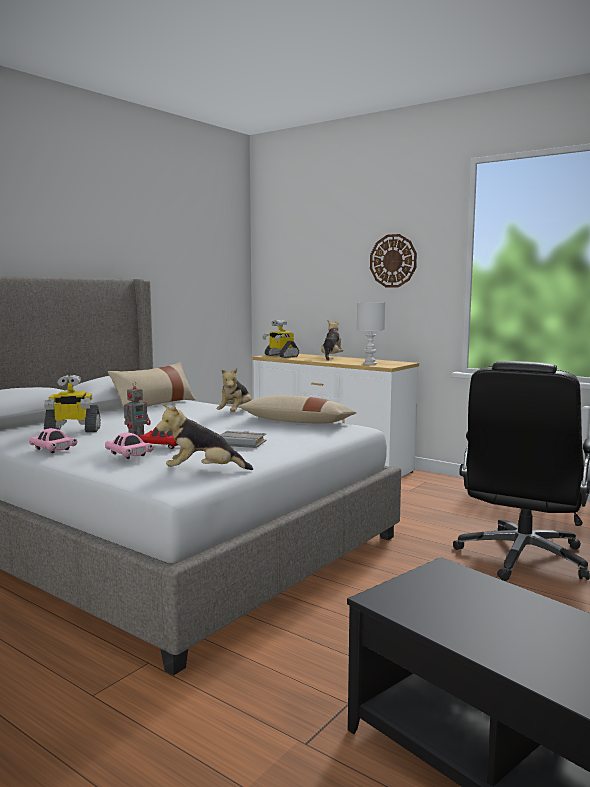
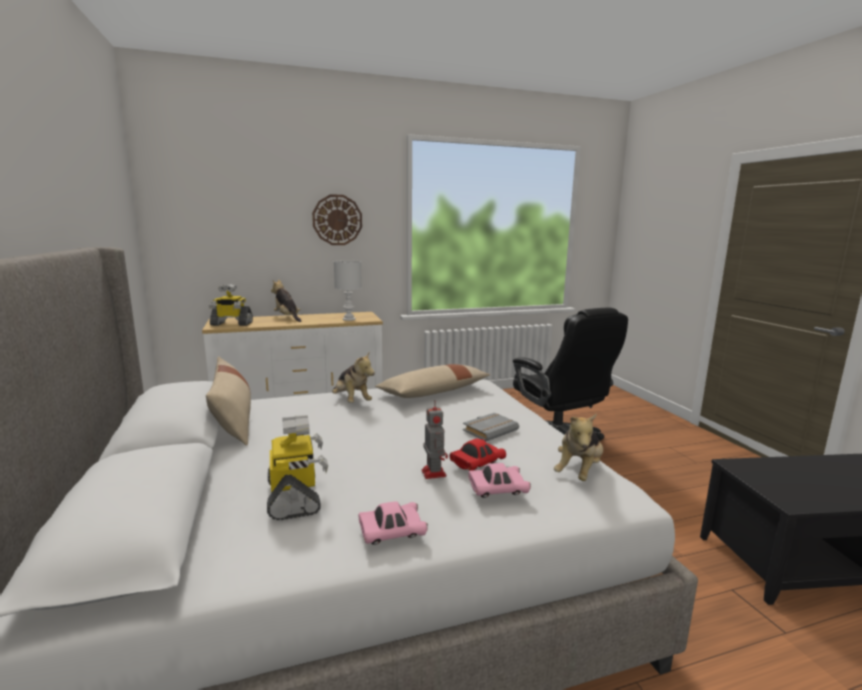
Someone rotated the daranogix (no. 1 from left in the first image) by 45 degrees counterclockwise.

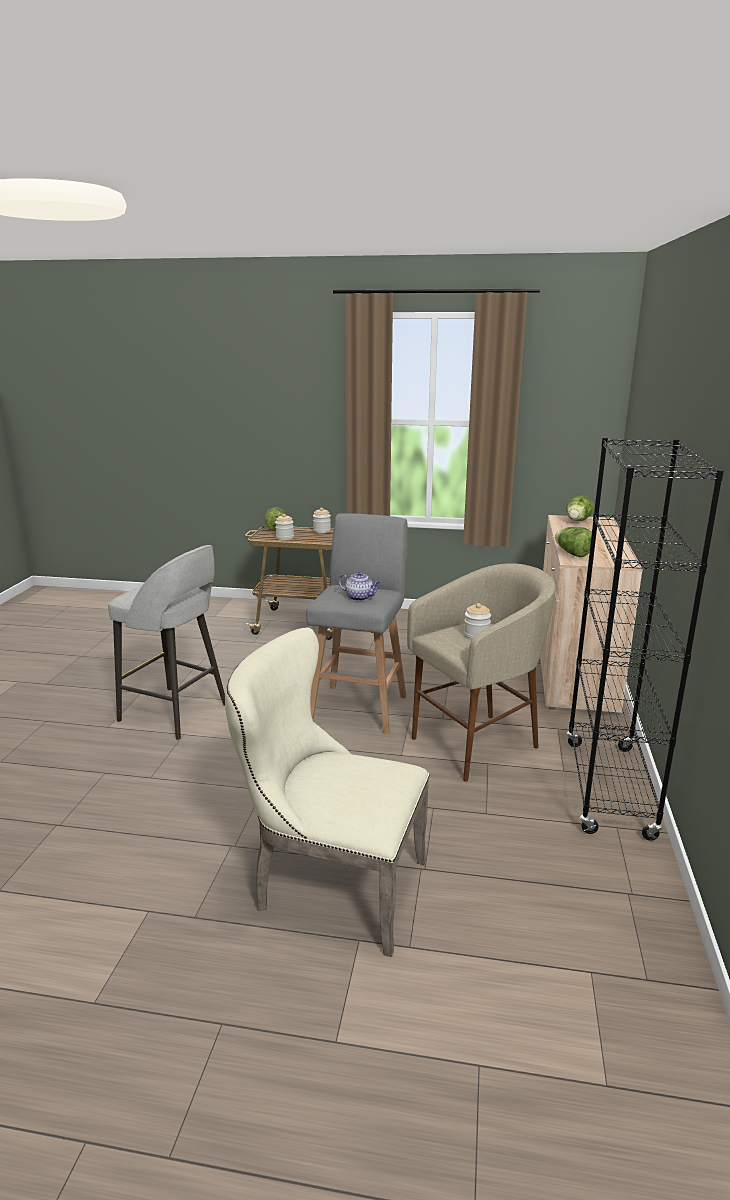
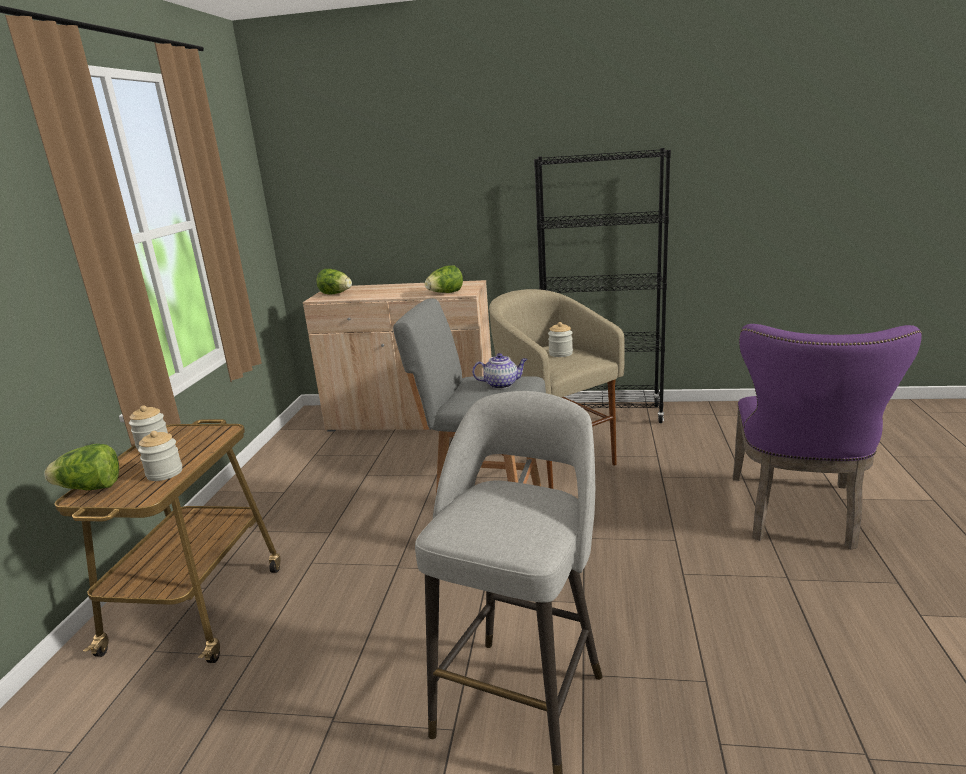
Someone rotated the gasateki by 60 degrees clockwise.
Someone repainted the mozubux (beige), which became the mozubux (purple).

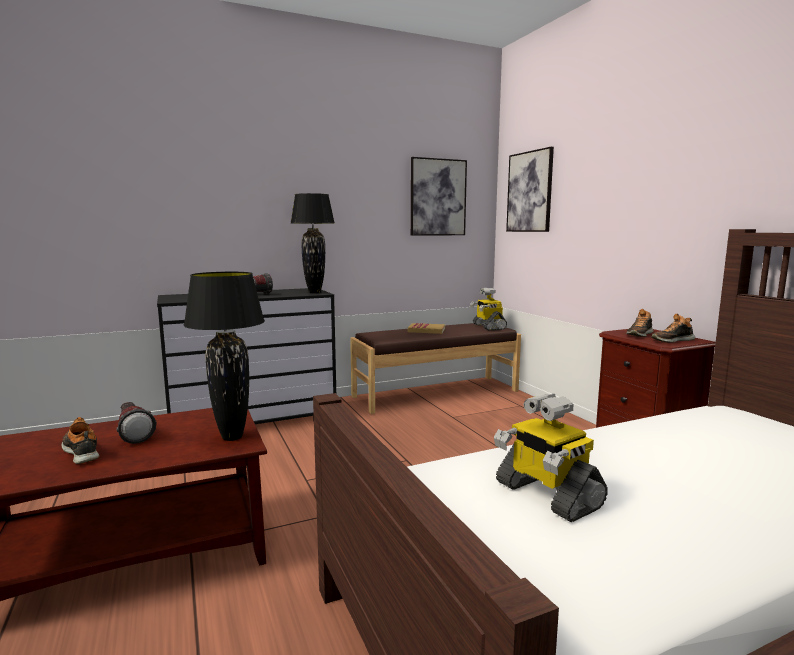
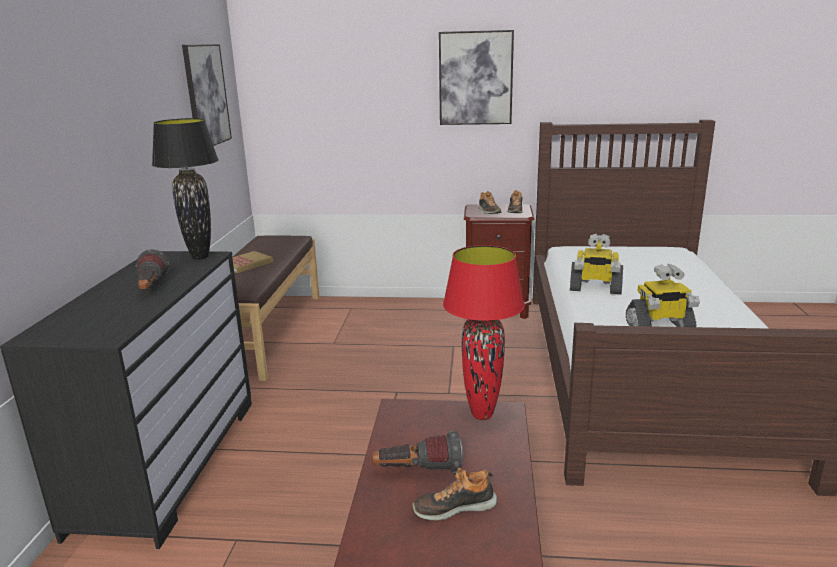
Someone carried the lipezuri (no. 2 from left).
Someone repainted the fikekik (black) (no. 1 from left), which became the fikekik (red).
Someone carried the daranogix (no. 1 from left).

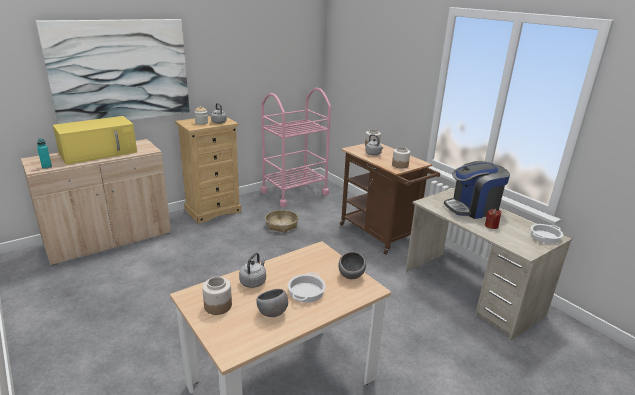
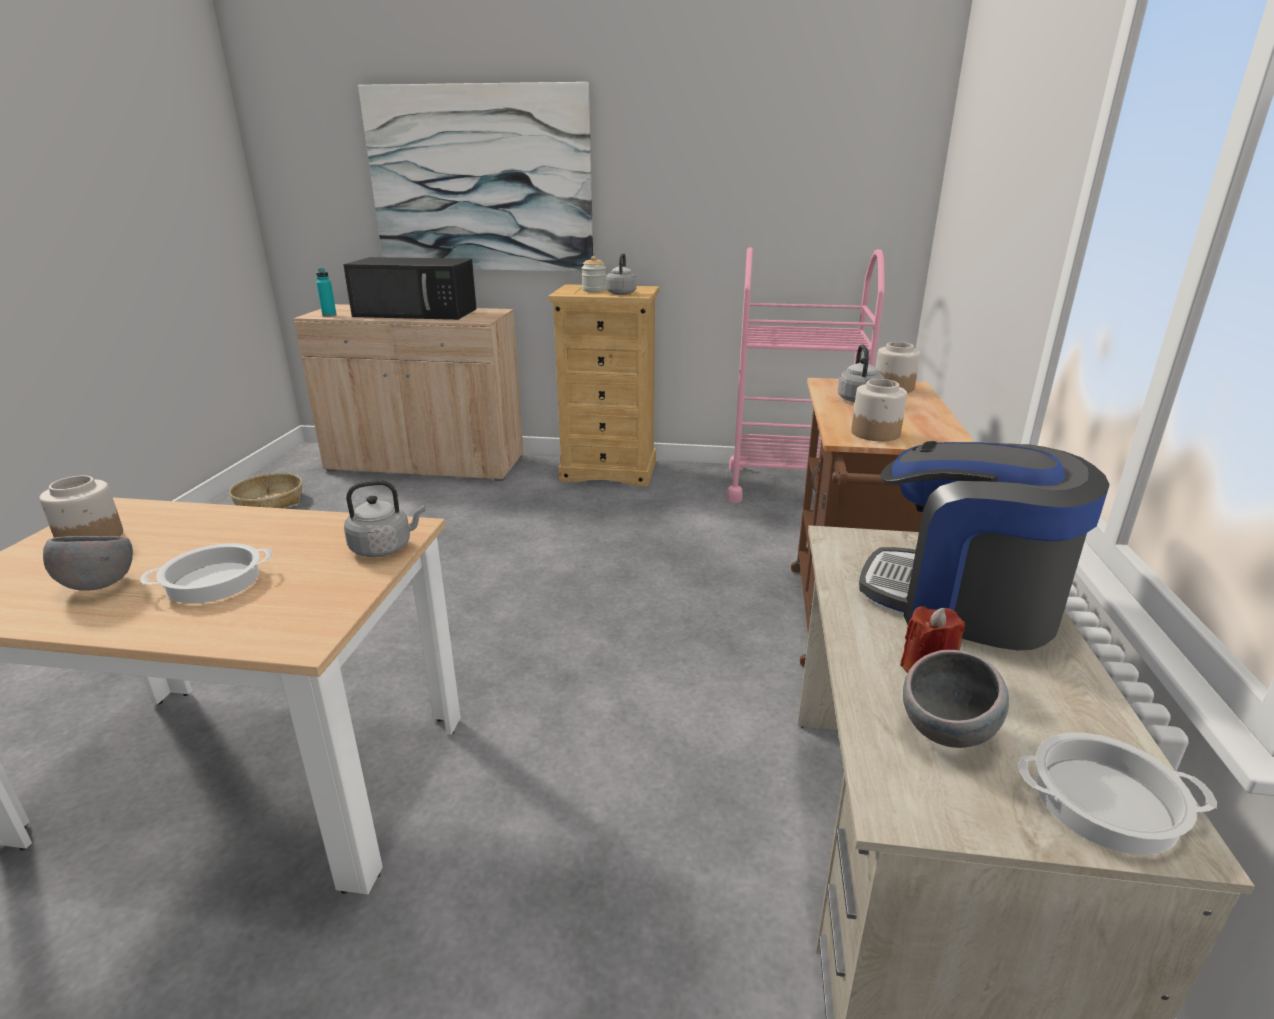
Someone repainted the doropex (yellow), which became the doropex (black).
Someone carried the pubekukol.
Someone carried the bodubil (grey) (no. 2 from left).
Someone carried the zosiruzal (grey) (no. 2 from left in the first image).

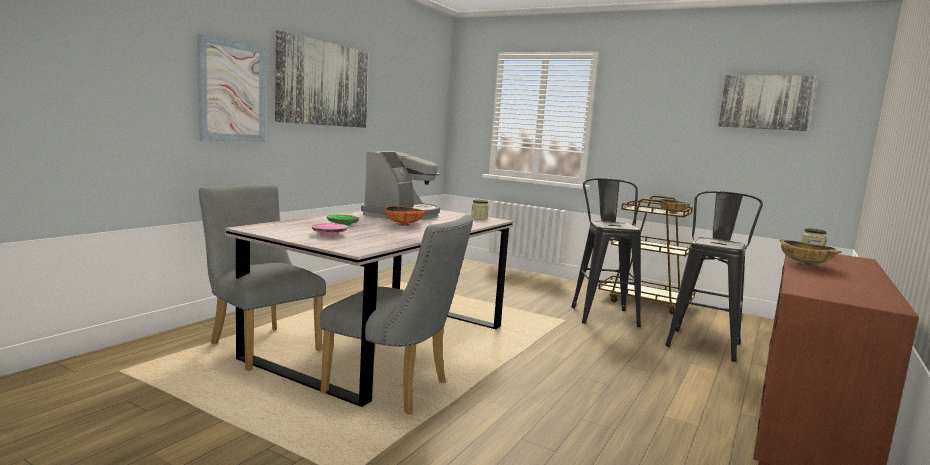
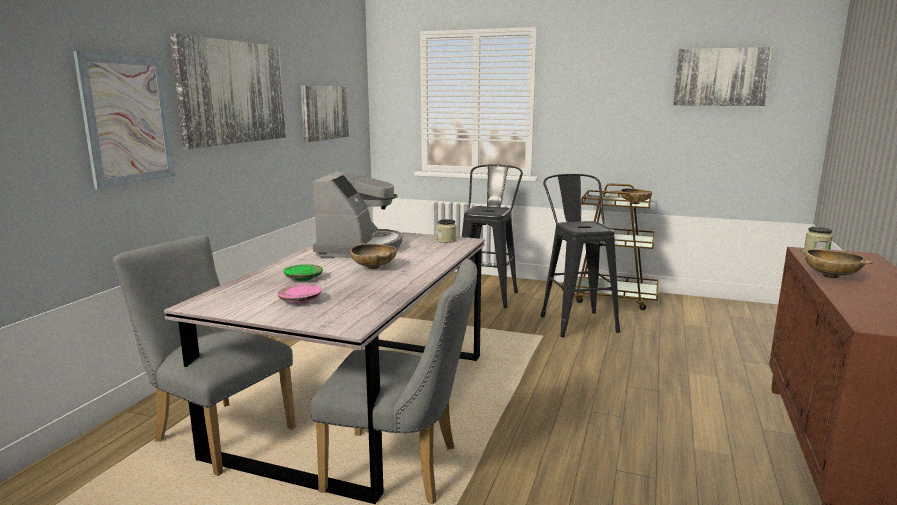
Someone carried the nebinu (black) (no. 2 from left in the first image).
Someone repainted the bodubil (orange), which became the bodubil (beige) (no. 1 from left).
Someone put up the lipezuri (no. 3 from left).

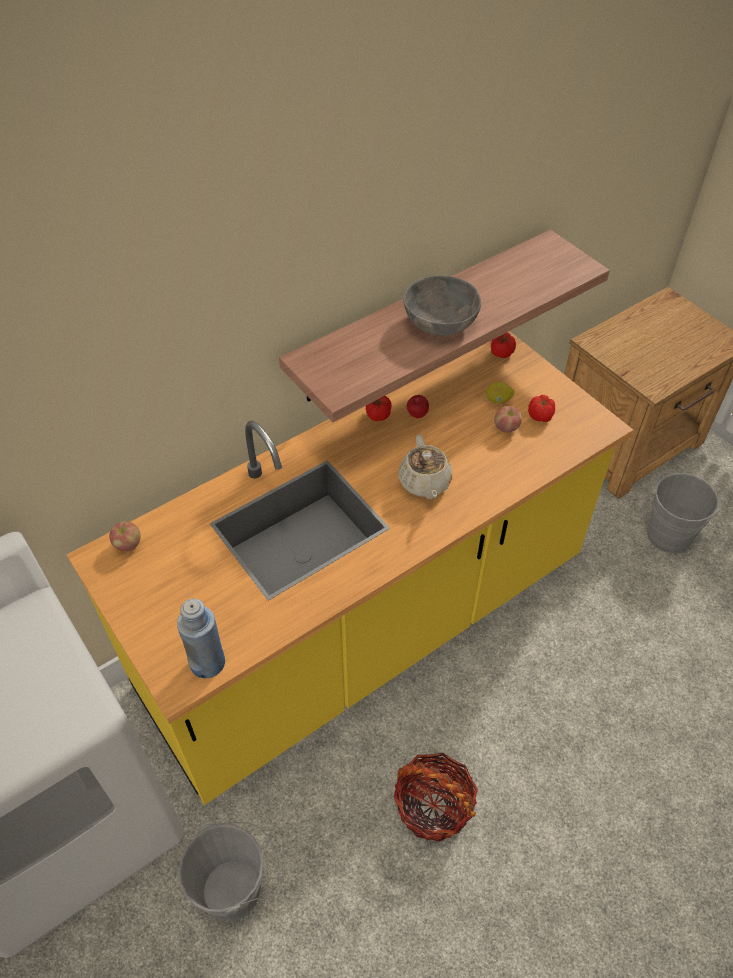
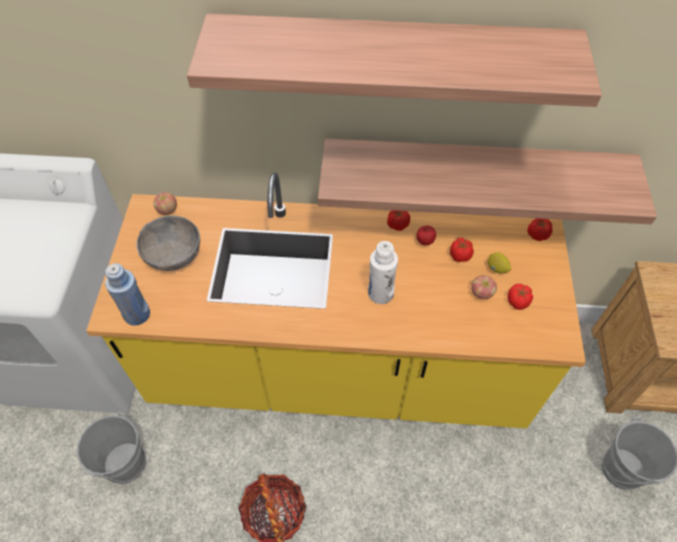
Someone carried the bodubil (grey).
Someone swapped the gasateki (beige) for the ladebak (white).
Someone put up the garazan (no. 1 from left).
Someone put down the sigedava (no. 2 from left).

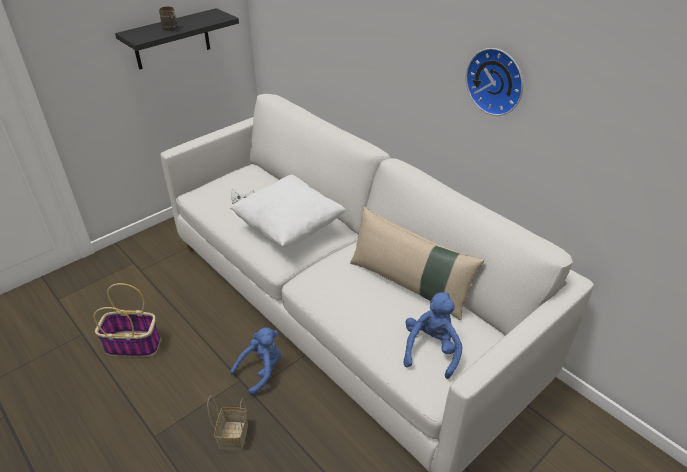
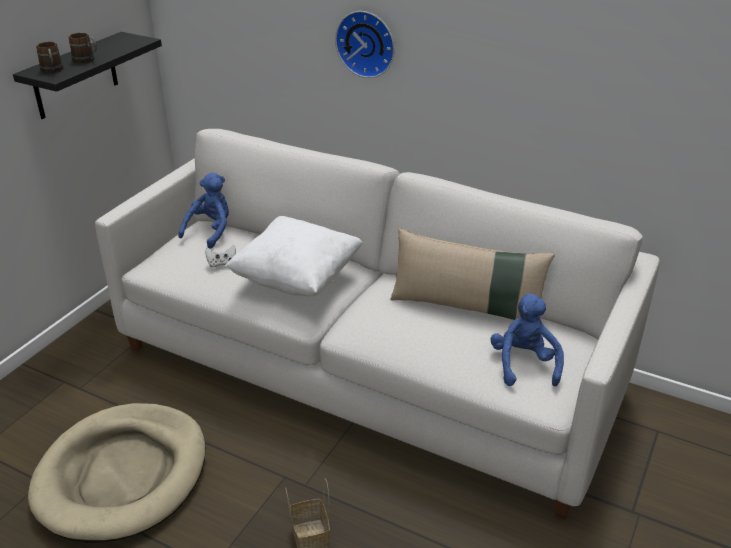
Someone carried the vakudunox.
Someone swapped the pubekukol (no. 1 from left) for the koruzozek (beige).
Someone carried the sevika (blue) (no. 1 from left).
Someone put down the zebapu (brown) (no. 1 from left).

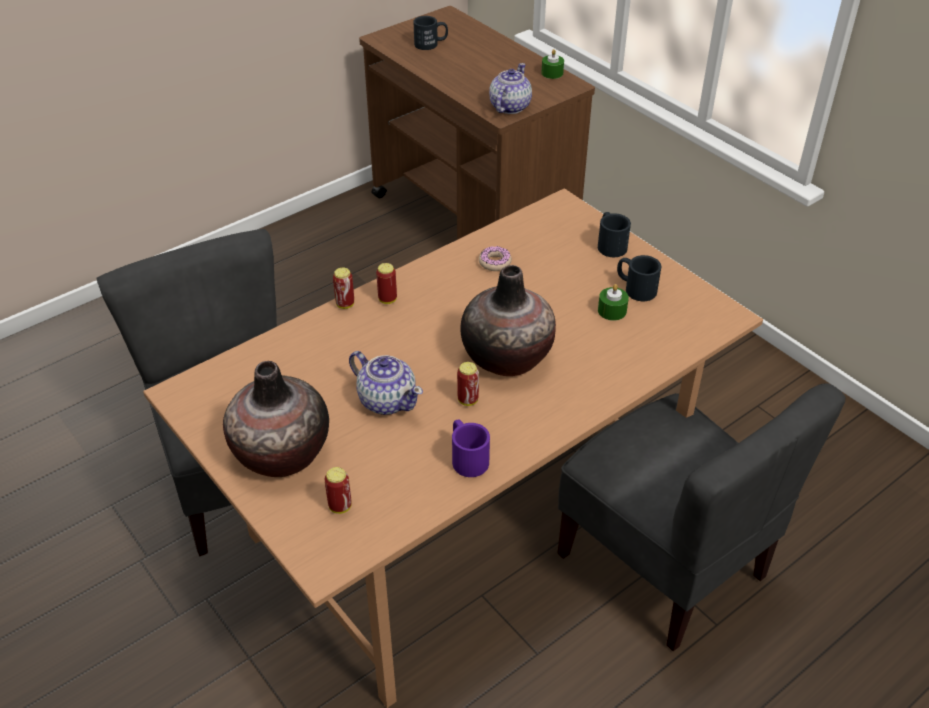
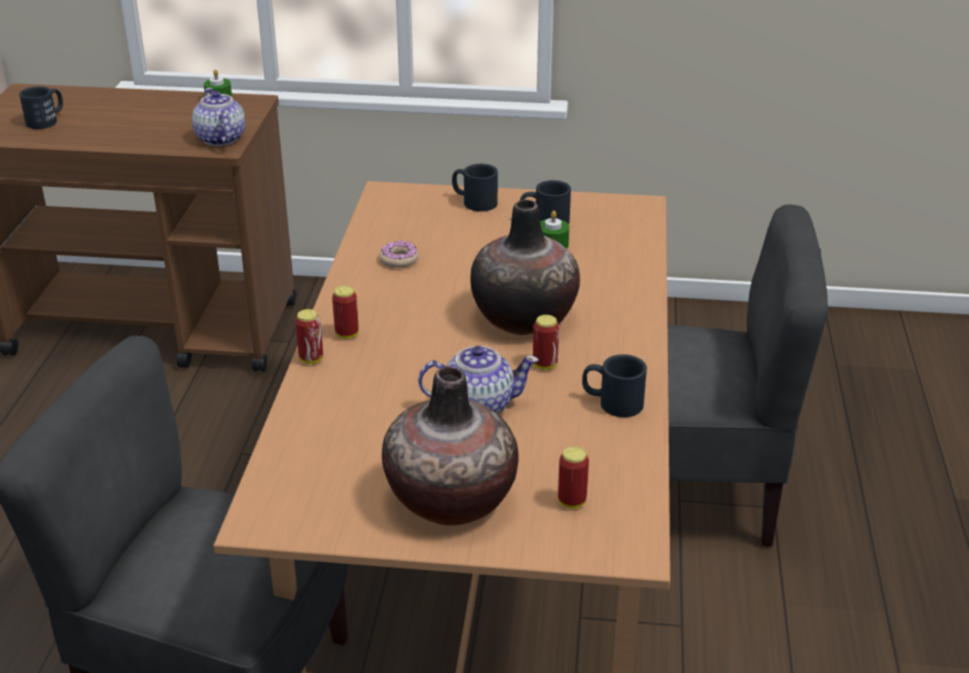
Someone repainted the zebapu (purple), which became the zebapu (black) (no. 4 from left).

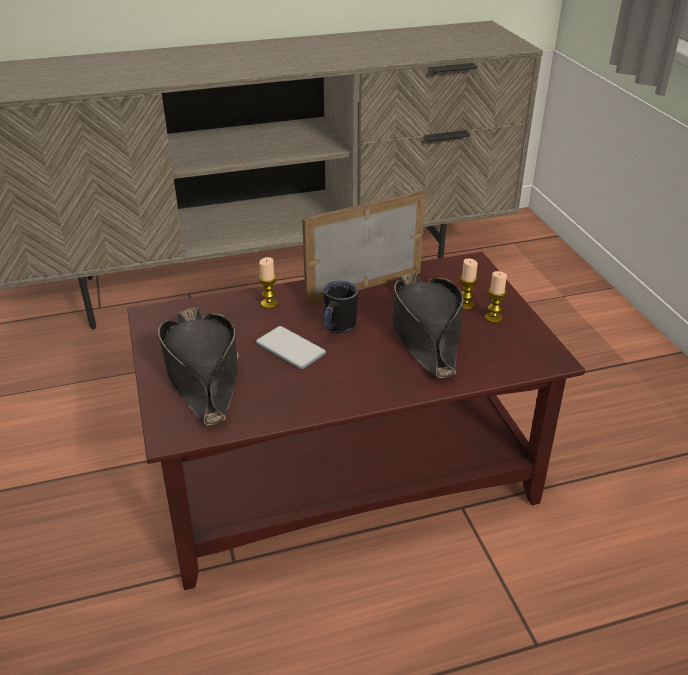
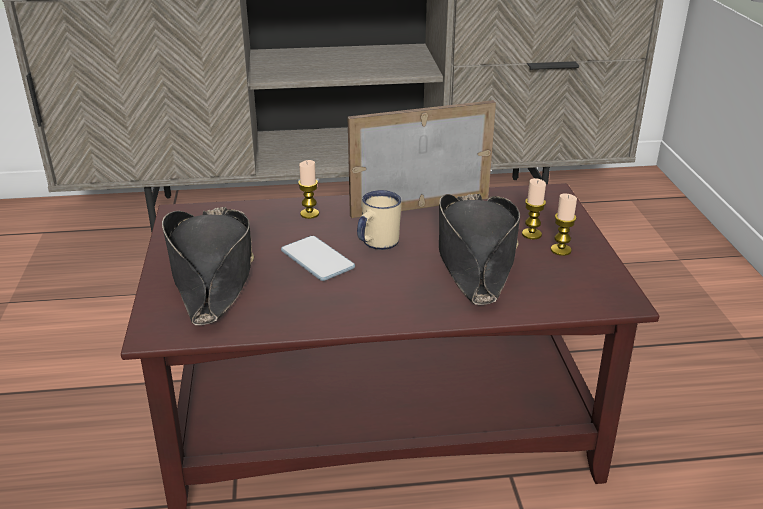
Someone repainted the zebapu (black), which became the zebapu (beige).

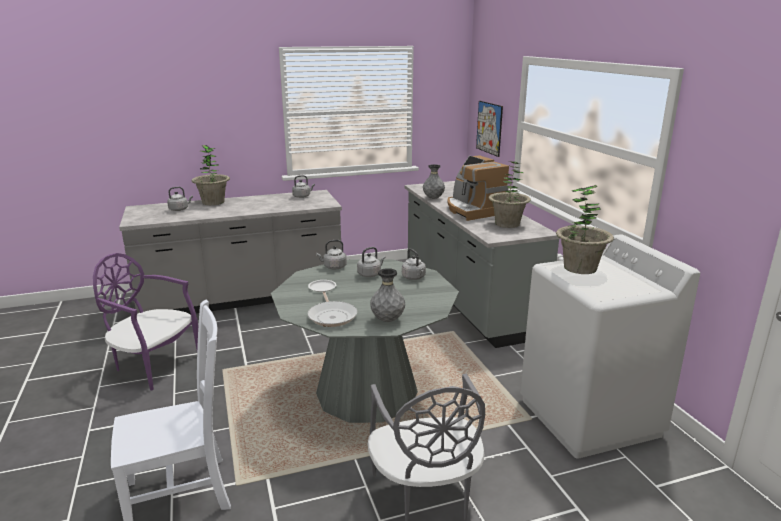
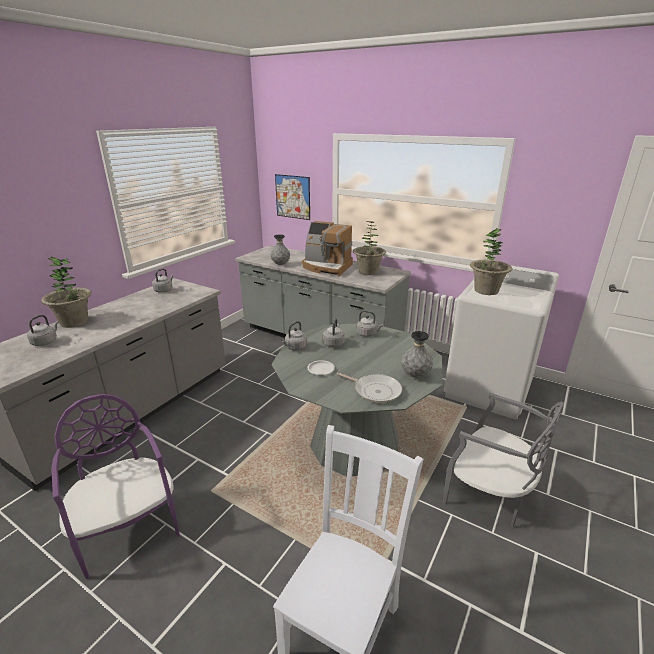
Someone rotated the mozubux (purple) by 75 degrees clockwise.

